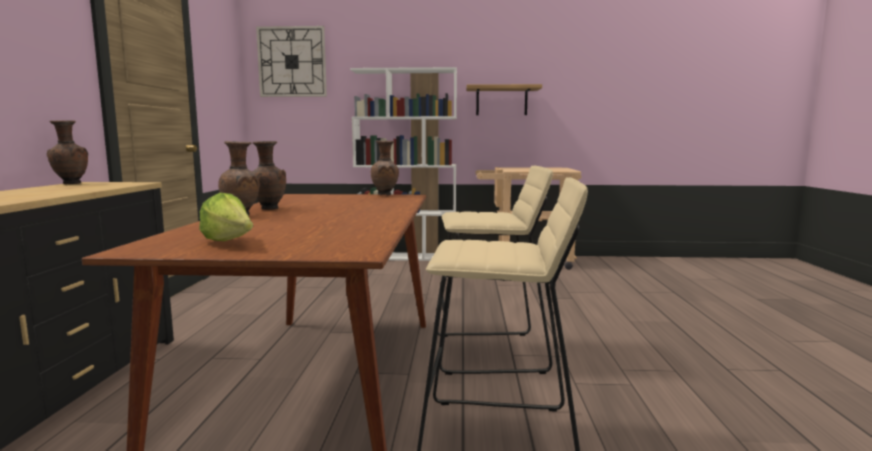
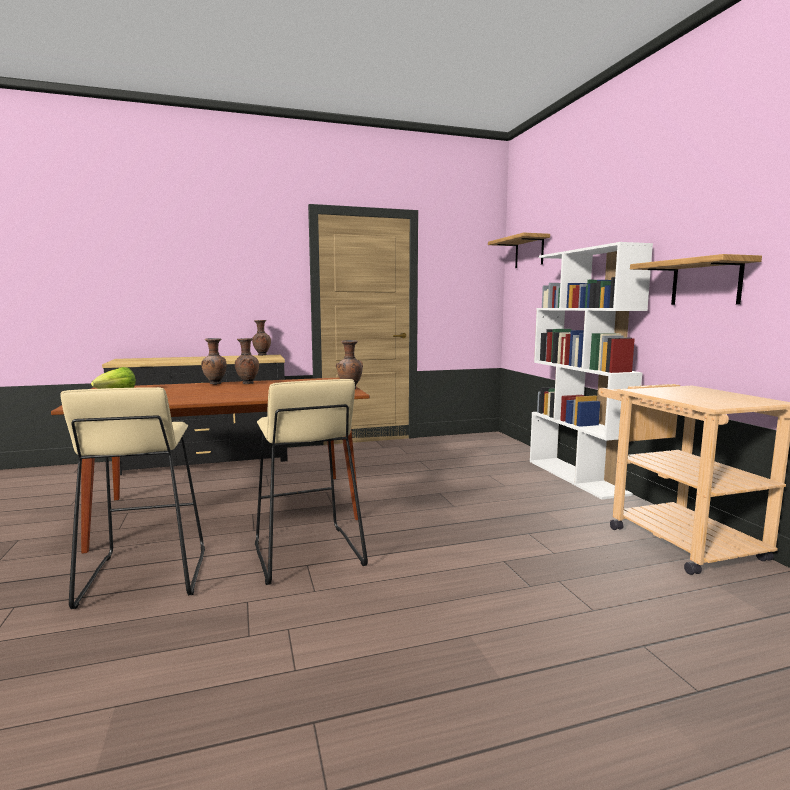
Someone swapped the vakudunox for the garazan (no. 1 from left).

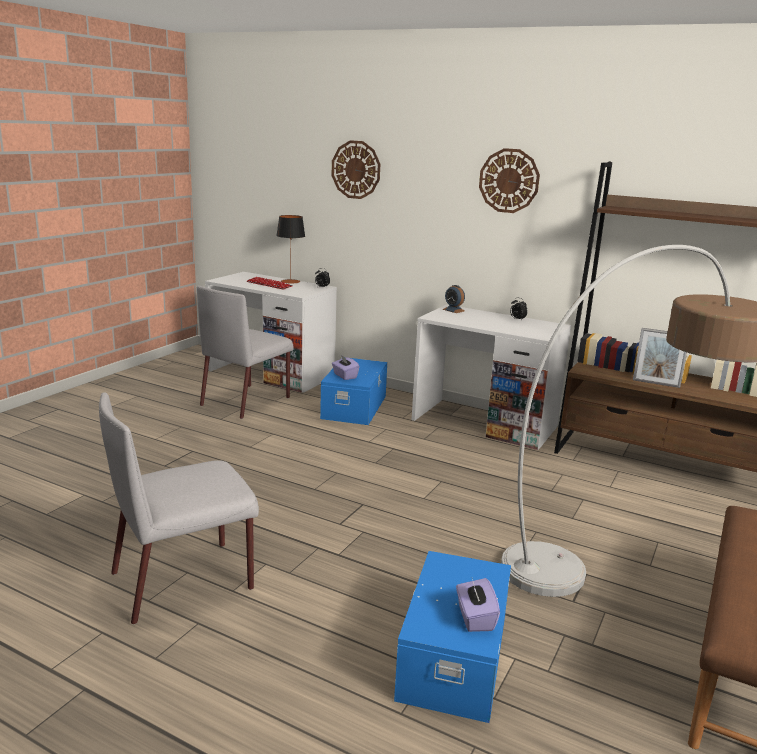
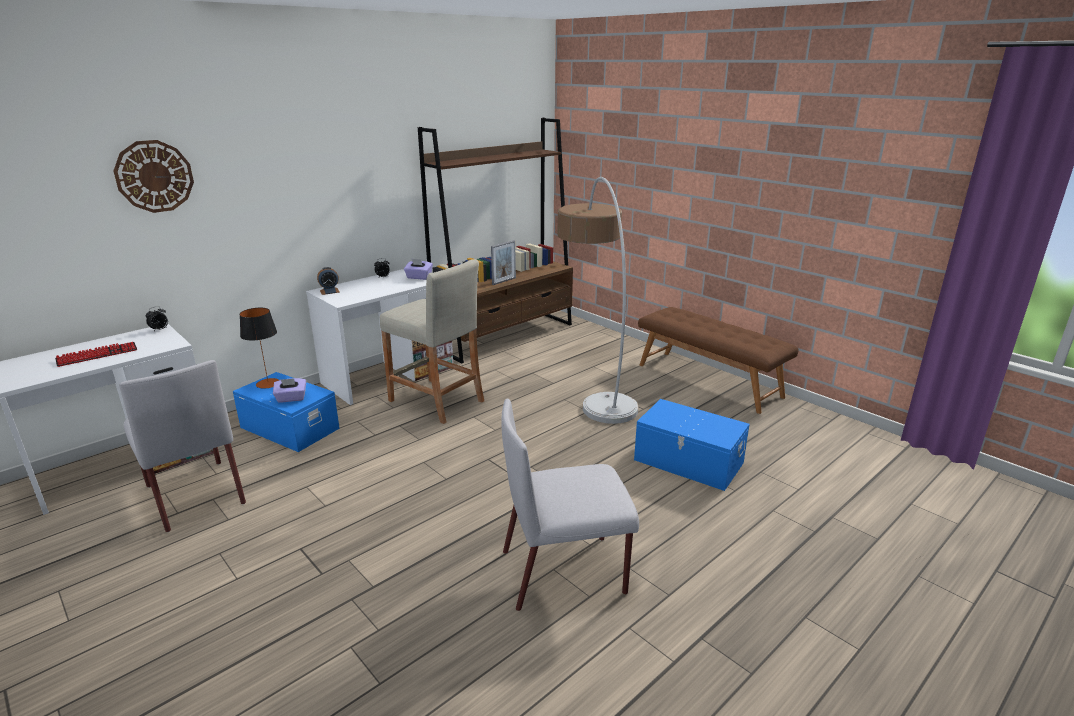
Someone took away the vakudunox (no. 2 from left).
Someone carried the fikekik.
Someone rotated the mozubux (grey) (no. 1 from left in the first image) by 90 degrees clockwise.
Someone carried the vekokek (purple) (no. 2 from left).
Someone put down the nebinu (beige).

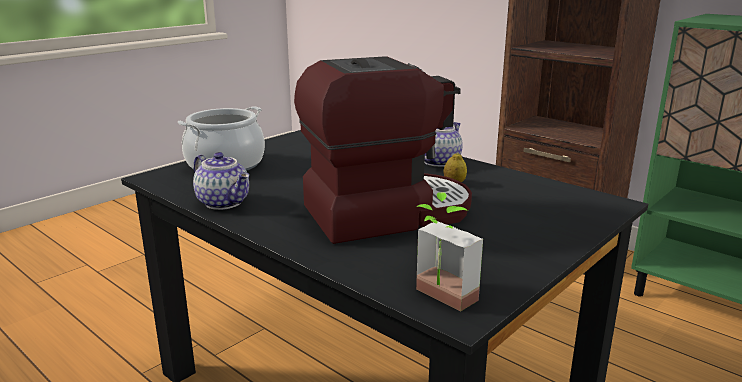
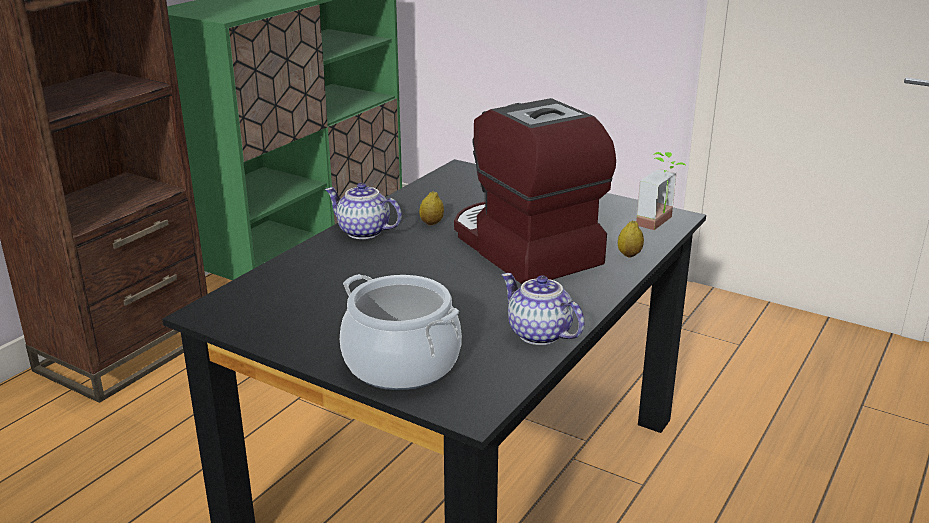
Someone rotated the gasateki (no. 1 from left in the first image) by 75 degrees counterclockwise.
Someone put down the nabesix (no. 2 from left).

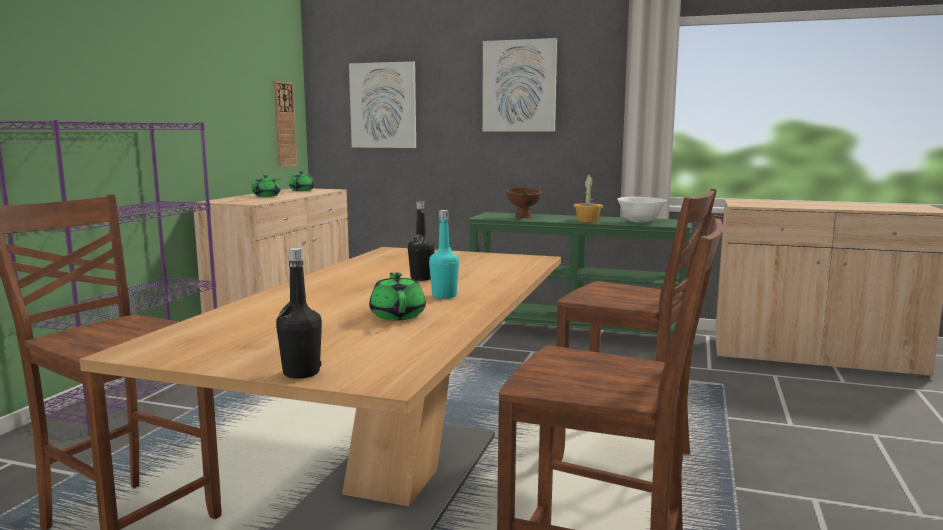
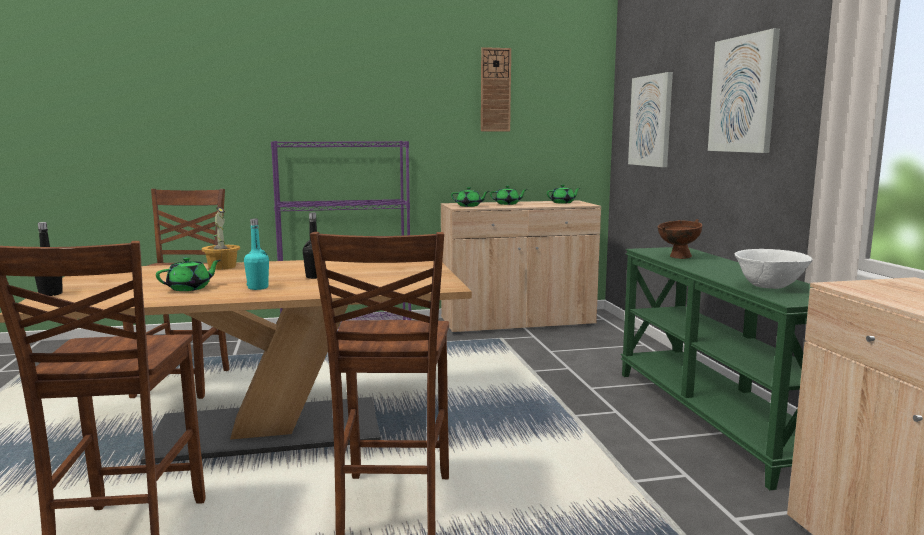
Someone carried the vakudunox.
Someone carried the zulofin.
Someone put down the gasateki (green) (no. 2 from left).

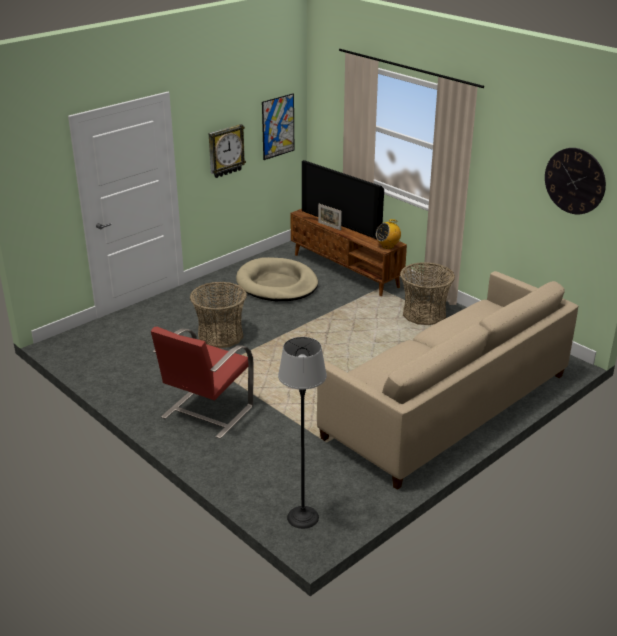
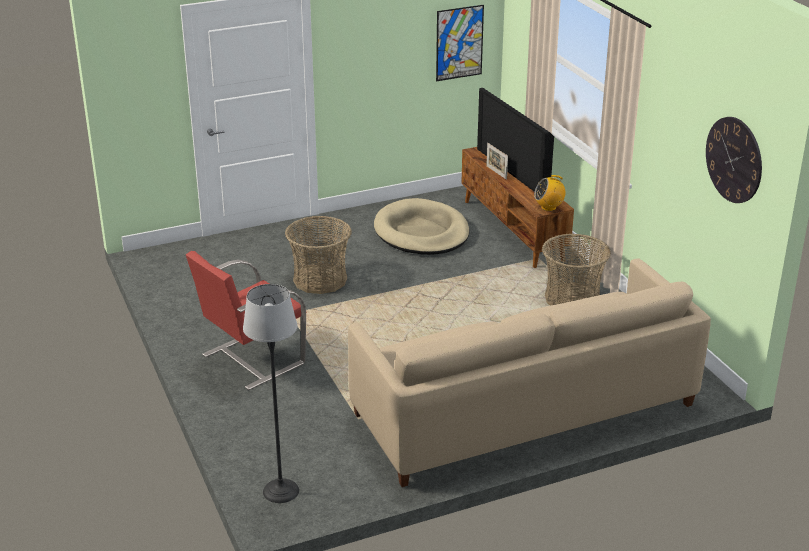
Someone took away the vakudunox (no. 1 from left).

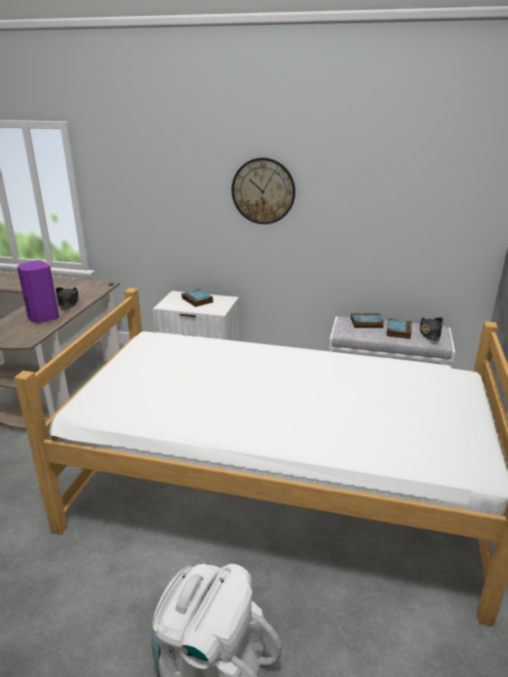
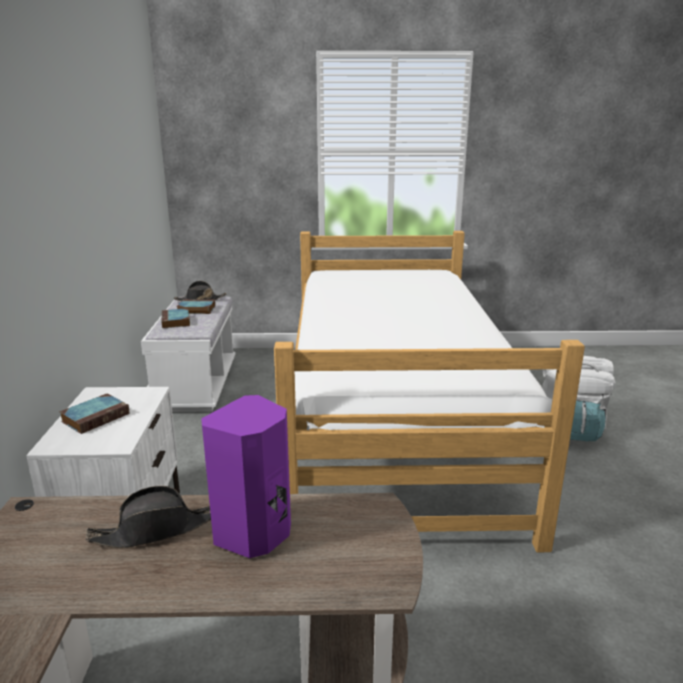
Someone took away the vakudunox.

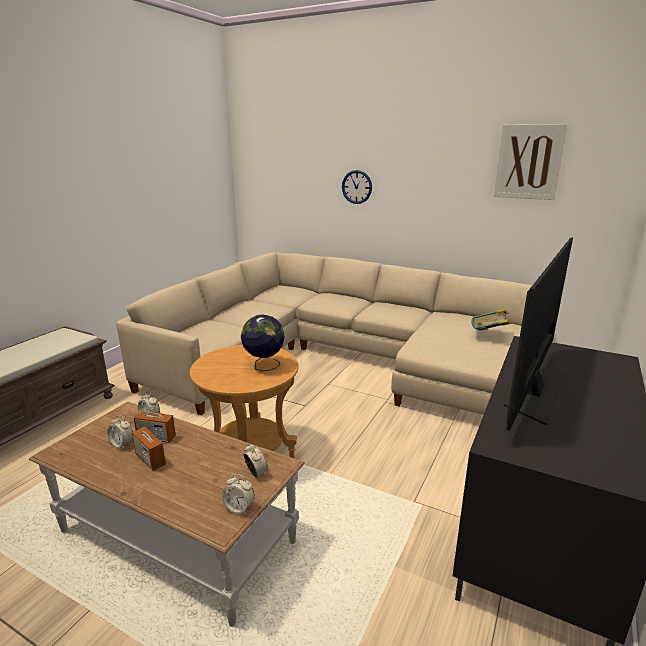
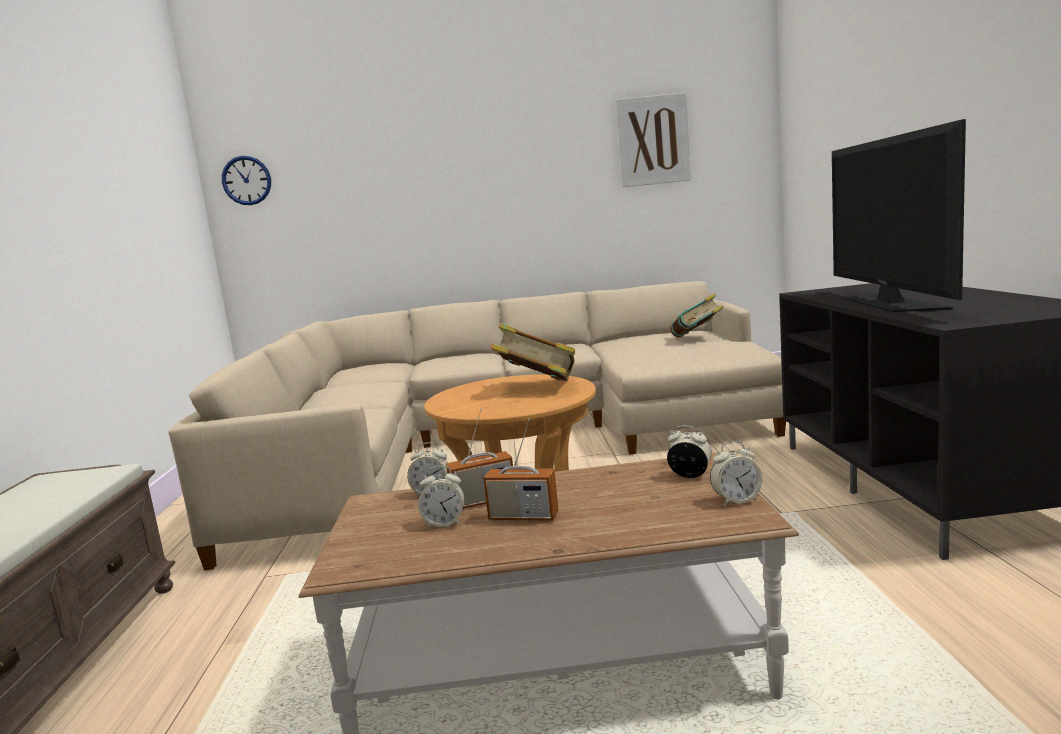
Someone carried the vakudunox.
Someone swapped the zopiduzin for the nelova (no. 1 from left).

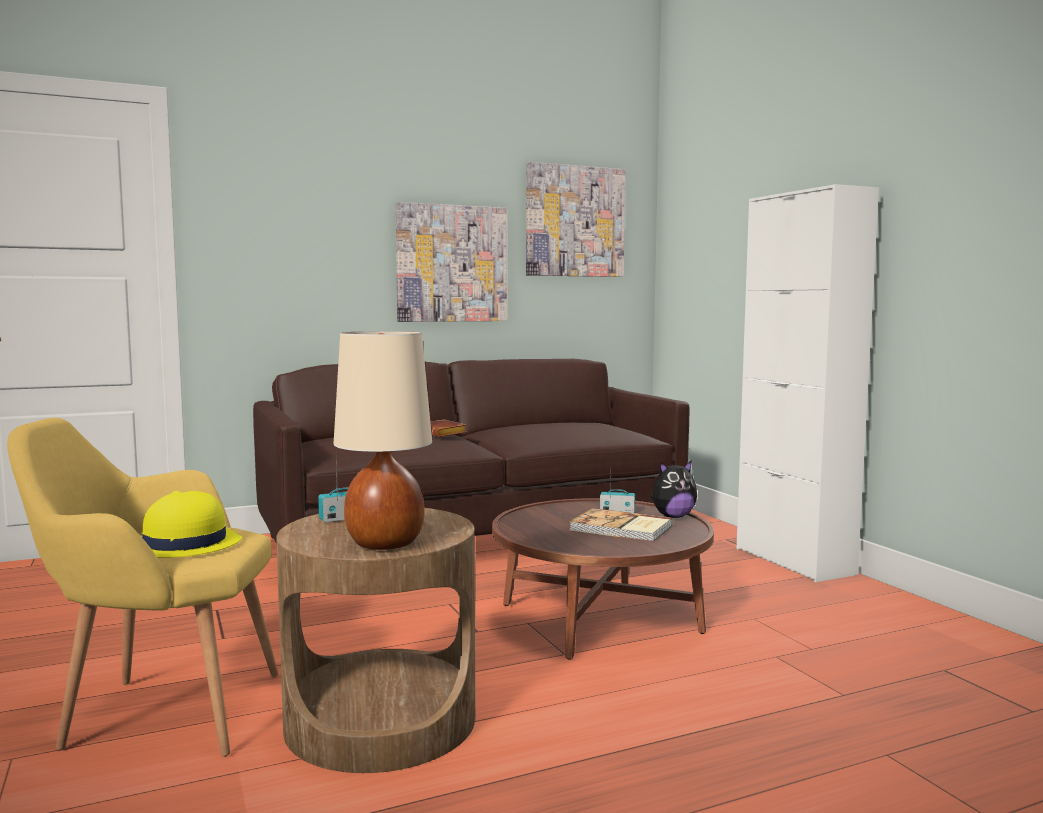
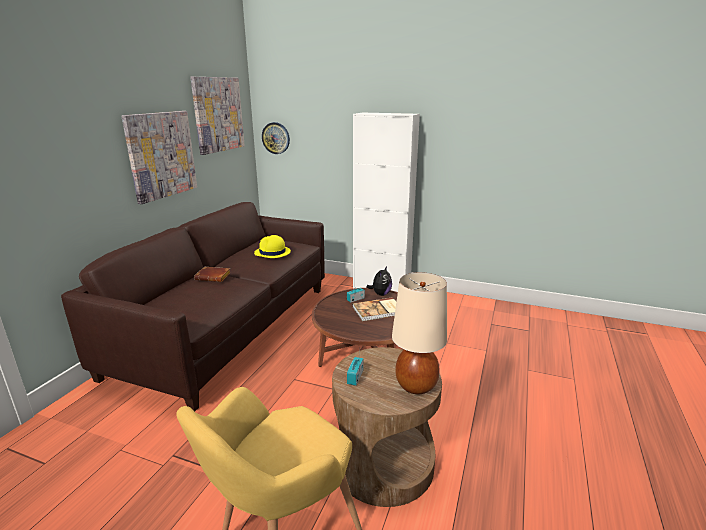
Someone carried the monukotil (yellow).
Someone put up the vakudunox.

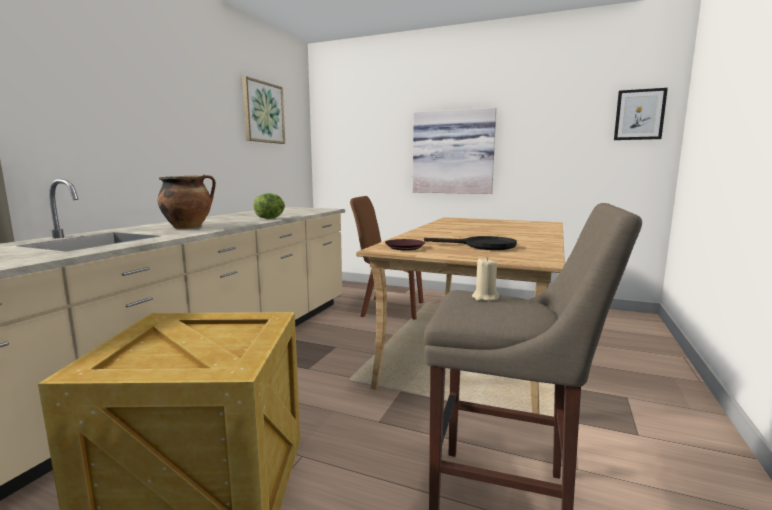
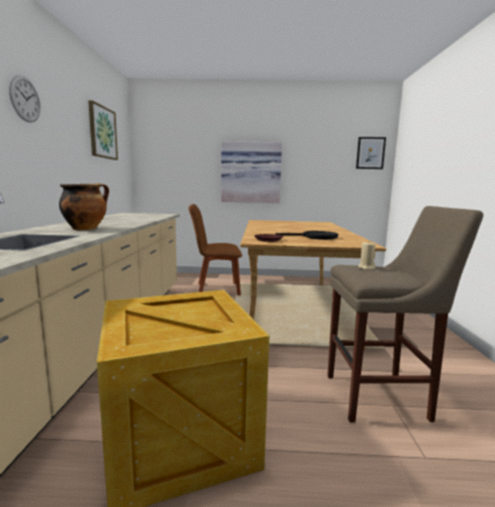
Someone took away the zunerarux.
Someone put up the vakudunox.

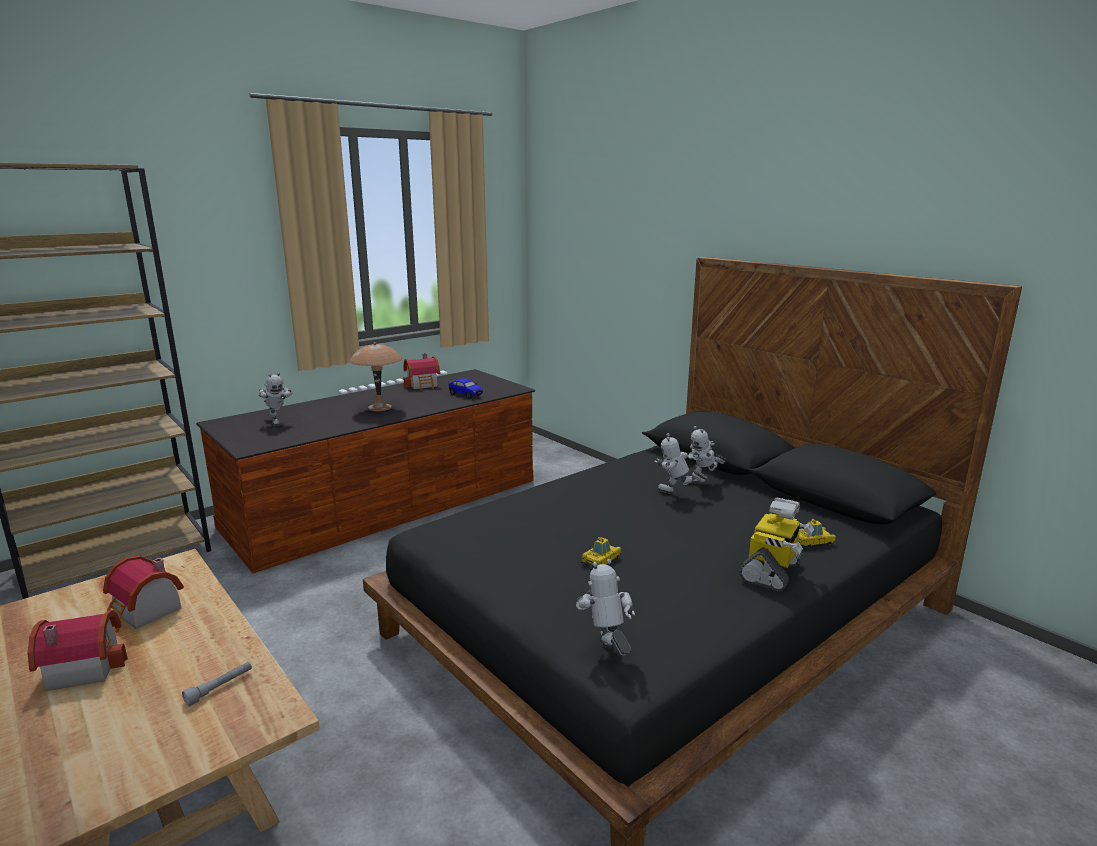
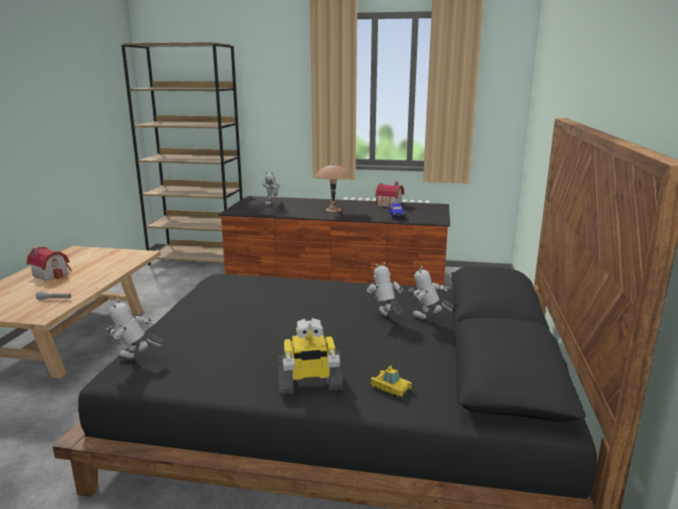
Someone took away the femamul (no. 2 from left).
Someone took away the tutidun (no. 2 from left).
Someone rotated the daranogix (no. 2 from left in the first image) by 120 degrees counterclockwise.

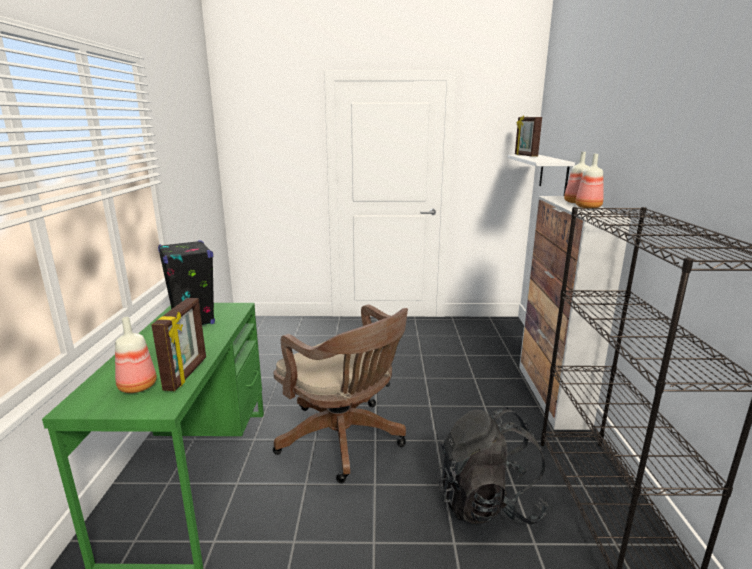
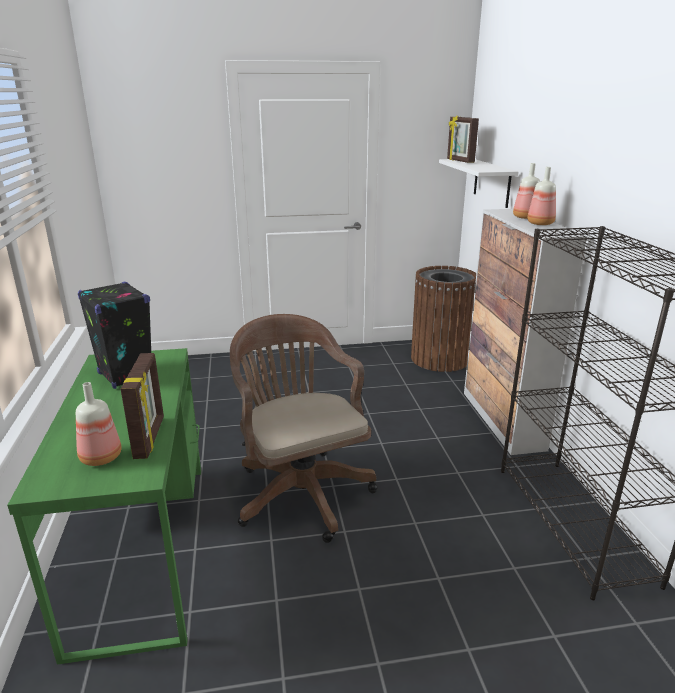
Someone rotated the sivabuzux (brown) by 150 degrees counterclockwise.
Someone took away the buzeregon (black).
Someone put down the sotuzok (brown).

